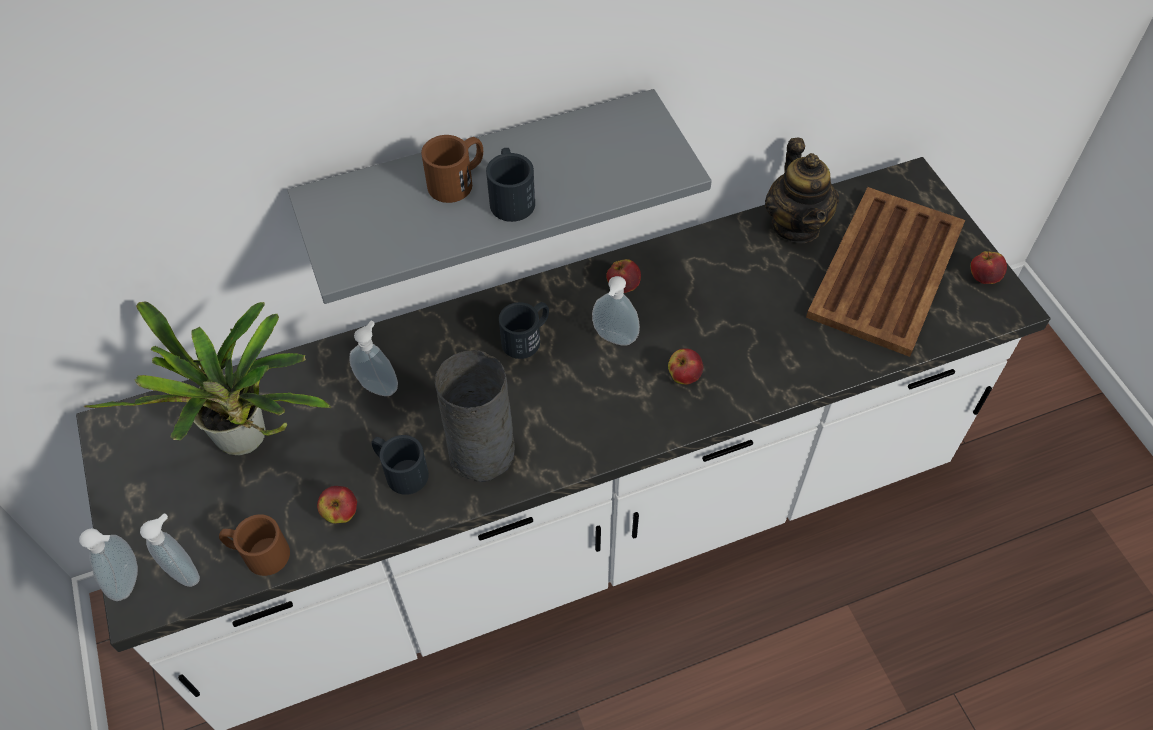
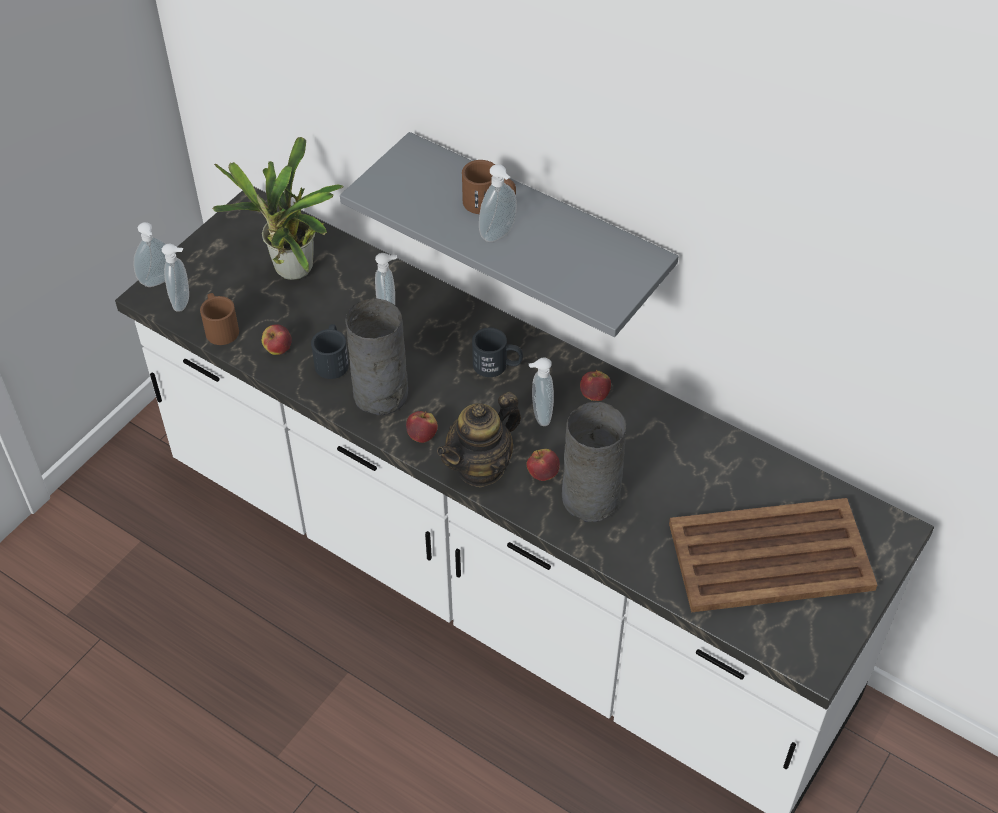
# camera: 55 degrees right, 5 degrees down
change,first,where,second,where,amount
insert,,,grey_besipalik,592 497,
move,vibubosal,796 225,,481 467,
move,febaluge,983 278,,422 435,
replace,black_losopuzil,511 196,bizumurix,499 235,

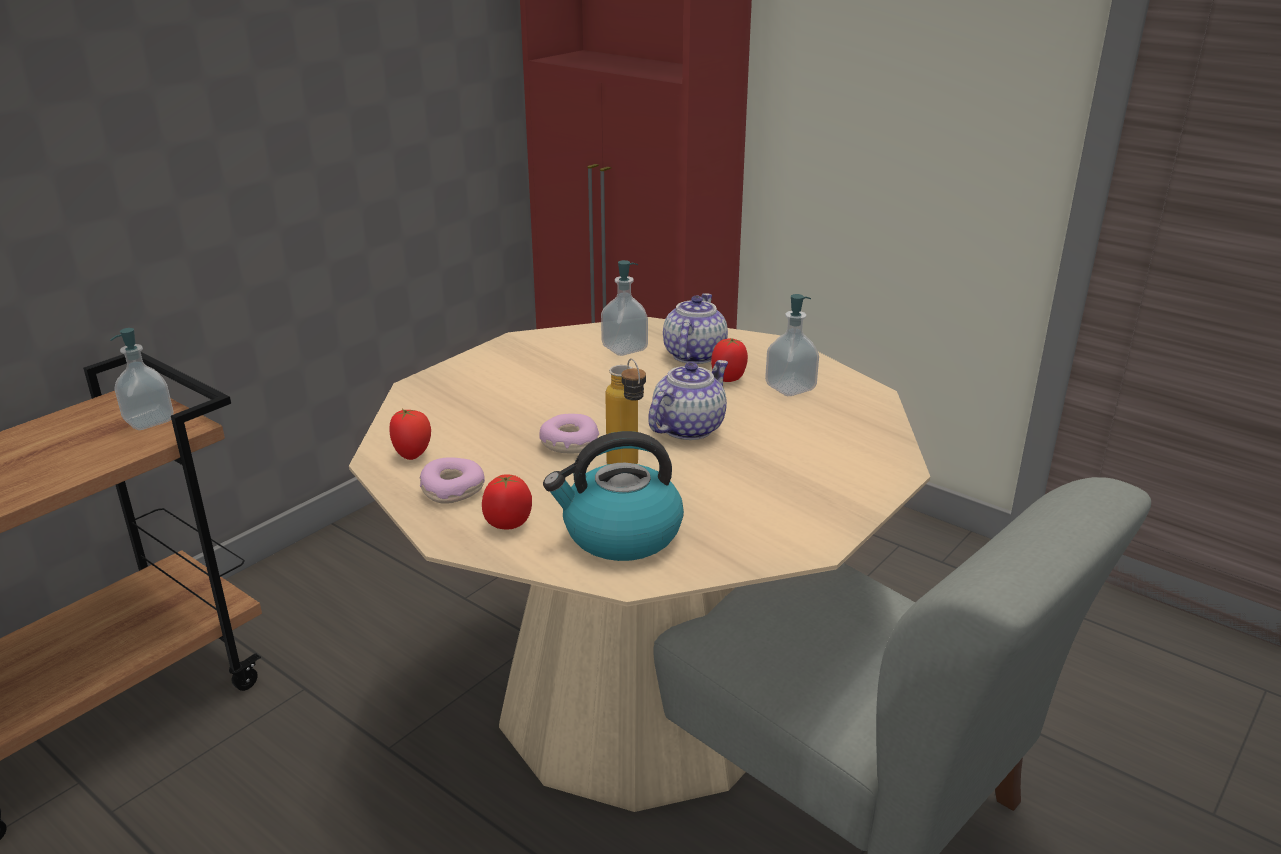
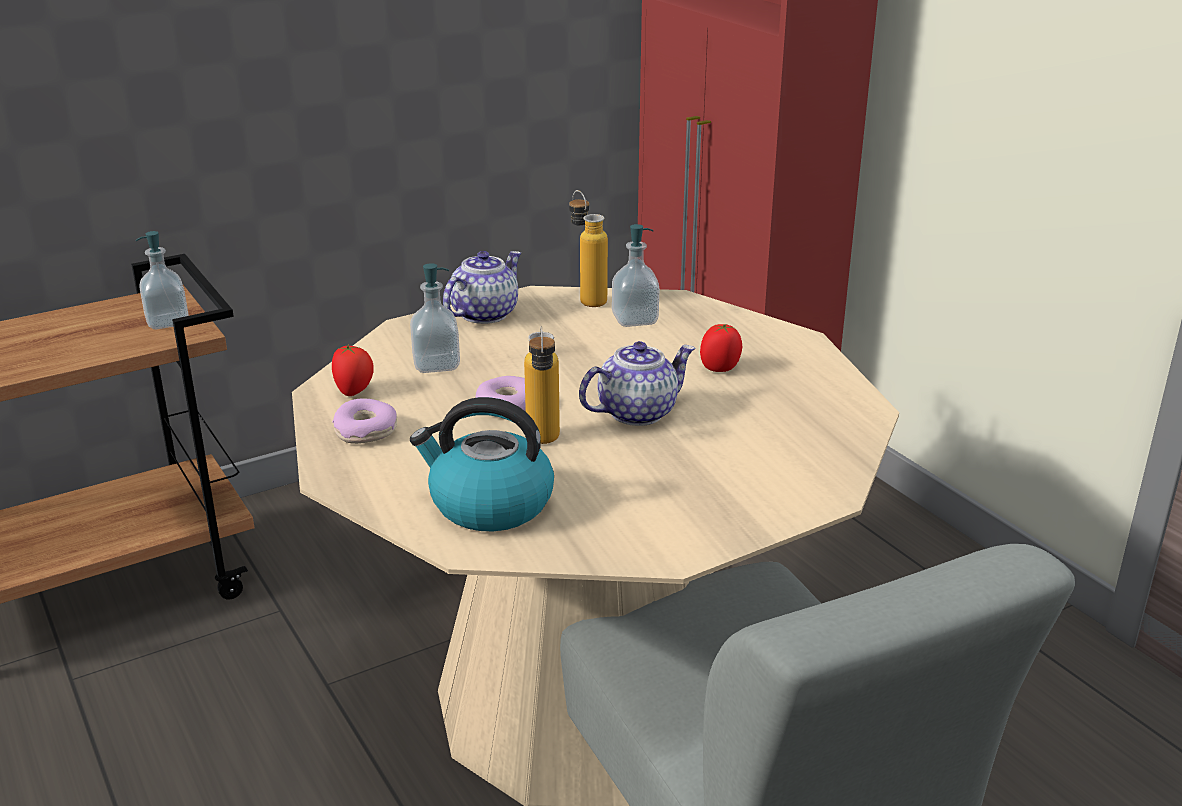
# camera: 20 degrees right, 0 degrees up
change,first,where,second,where,amount
delete,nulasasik,508 524,,,
insert,,,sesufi,587 299,
move,vibubosal,693 355,,484 314,
move,bizumurix,790 387,,436 364,

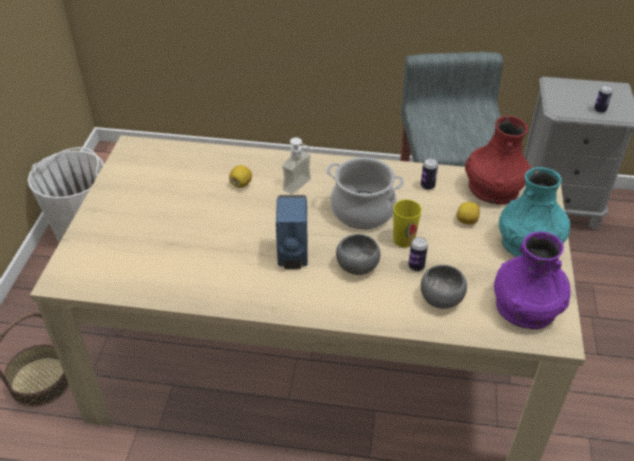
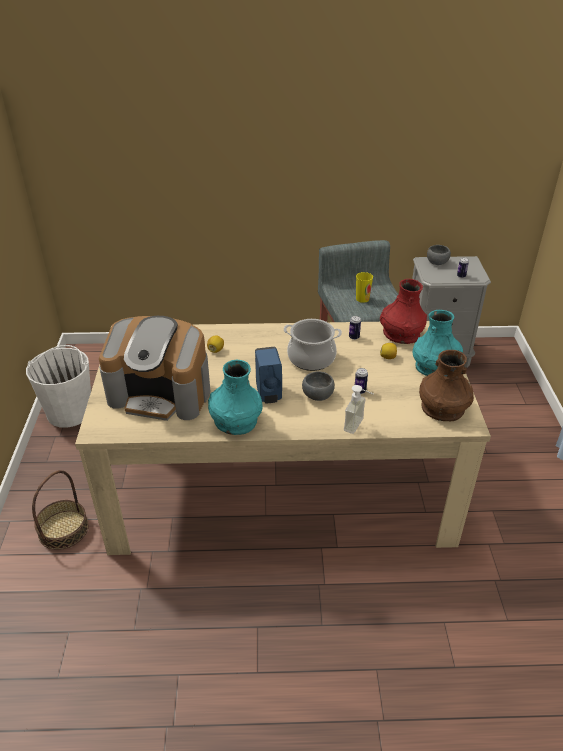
# camera: 10 degrees left, 5 degrees down
change,first,where,second,where,amount
insert,,,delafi,161 393,
insert,,,turquoise_besipalik,235 420,
move,bizumurix,302 187,,359 426,
move,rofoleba,403 239,,362 299,
move,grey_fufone,442 298,,437 262,
recolor,purple_besipalik,526 306,brown_besipalik,443 407,

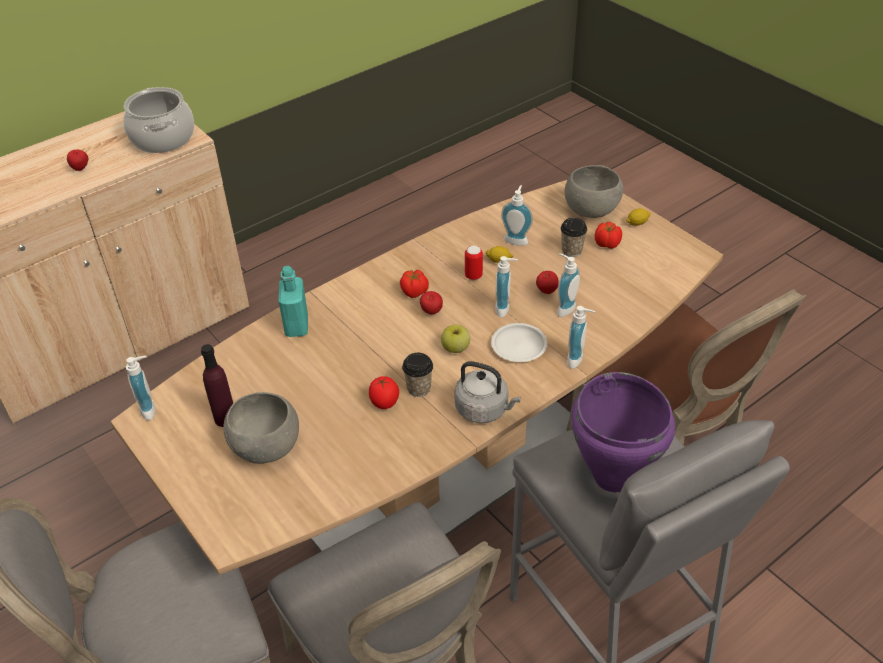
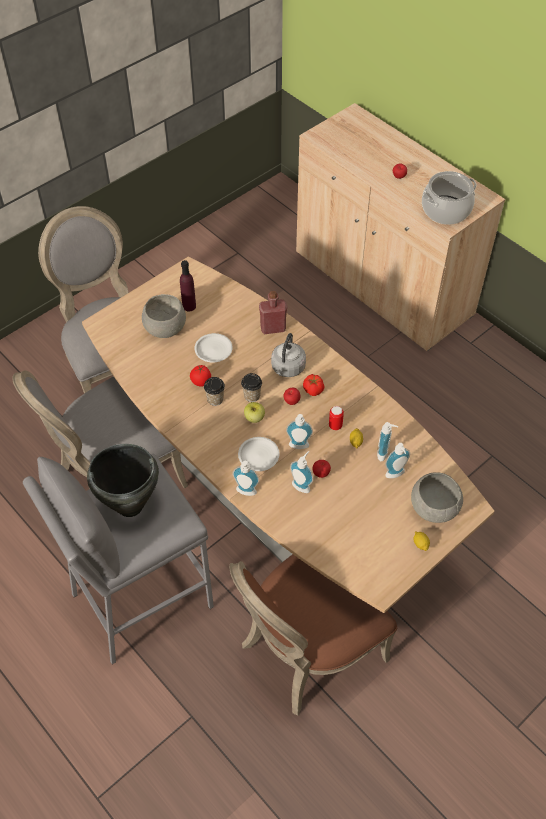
# camera: 85 degrees right, 10 degrees up
change,first,where,second,where,amount
delete,nulasasik,607 244,,,
insert,,,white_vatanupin,214 350,
move,bizumurix,151 409,,396 475,
move,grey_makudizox,484 409,,287 369,
move,rofoleba,571 250,,252 396,
recolor,turquoise_sesufi,296 326,red_sesufi,273 328,
recolor,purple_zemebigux,612 477,black_zemebigux,129 505,

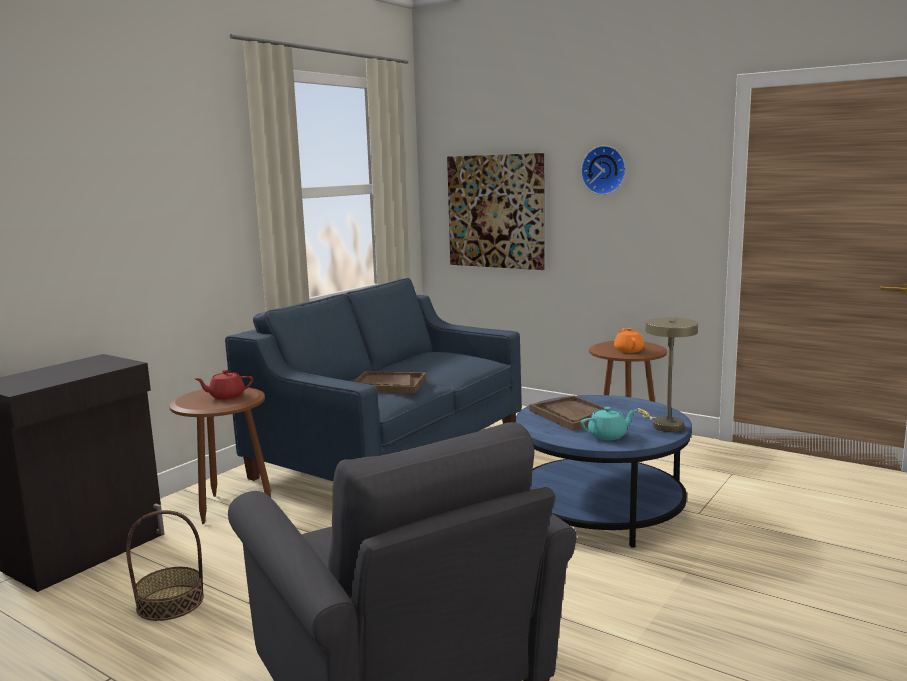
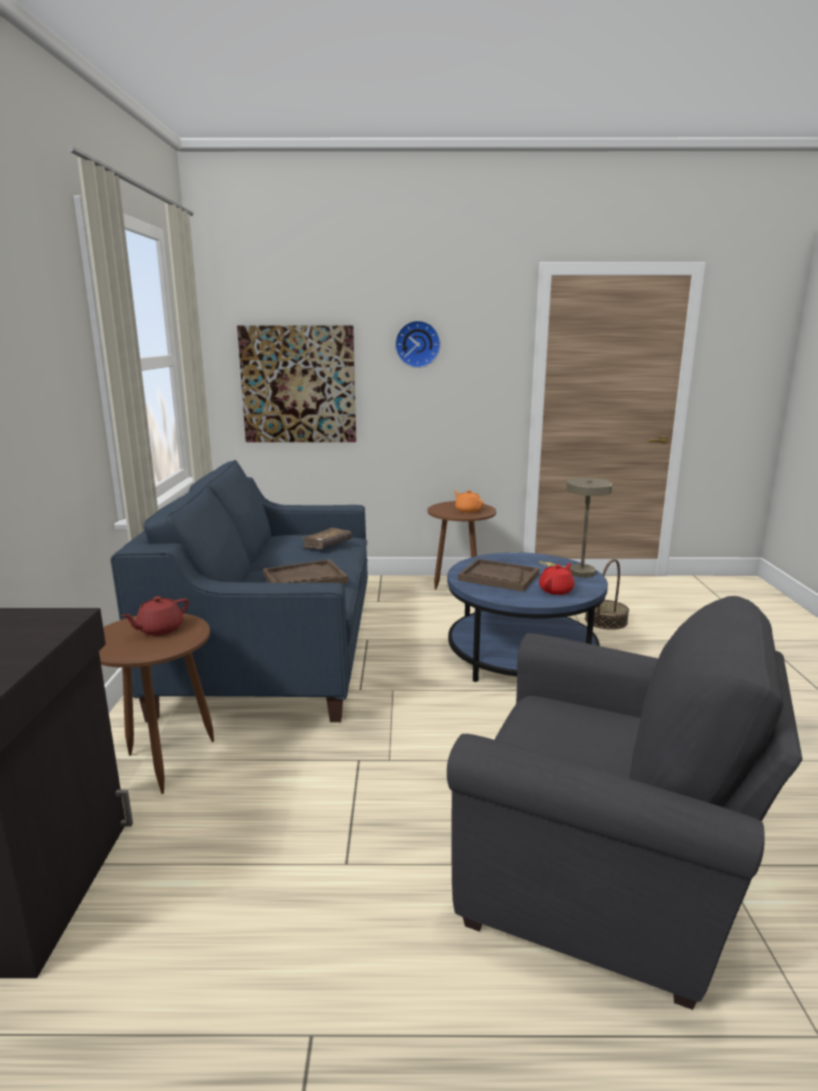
# camera: 35 degrees left, 5 degrees up
change,first,where,second,where,amount
insert,,,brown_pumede,327 545,
move,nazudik,170 602,,606 620,
recolor,turquoise_vibubosal,608 436,red_vibubosal,556 590,

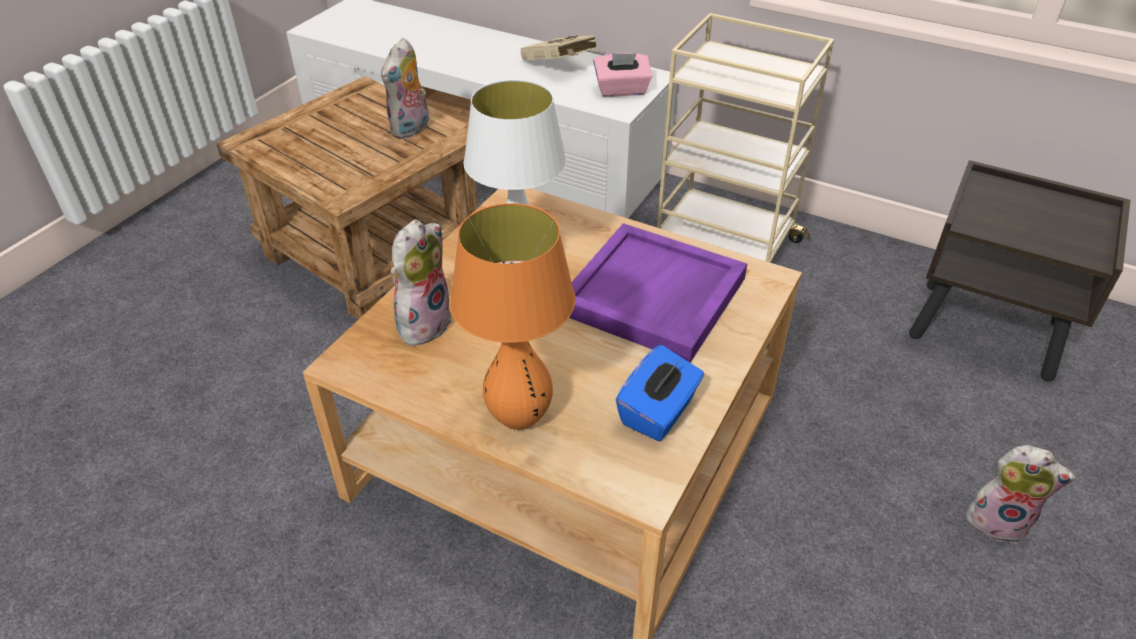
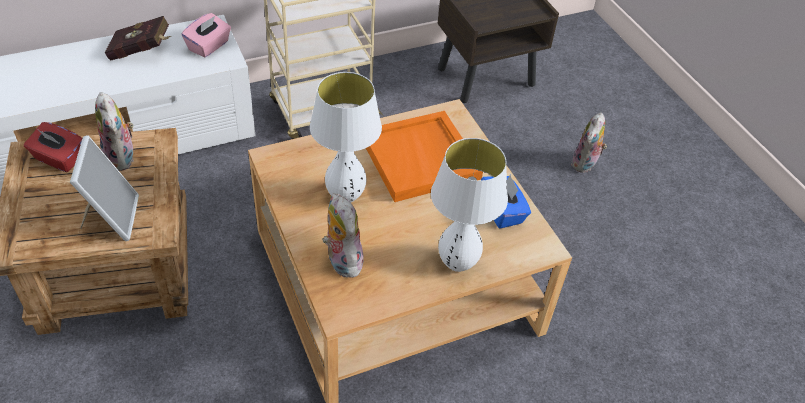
# camera: 55 degrees left, 5 degrees up
change,first,where,second,where,amount
insert,,,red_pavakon,59 159,
insert,,,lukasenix,111 218,
recolor,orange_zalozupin,518 418,white_zalozupin,457 264,
recolor,beige_pumede,559 68,red_pumede,143 52,
recolor,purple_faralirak,654 297,orange_faralirak,421 159,
rotate,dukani,999 521,,585 164,150 degrees clockwise

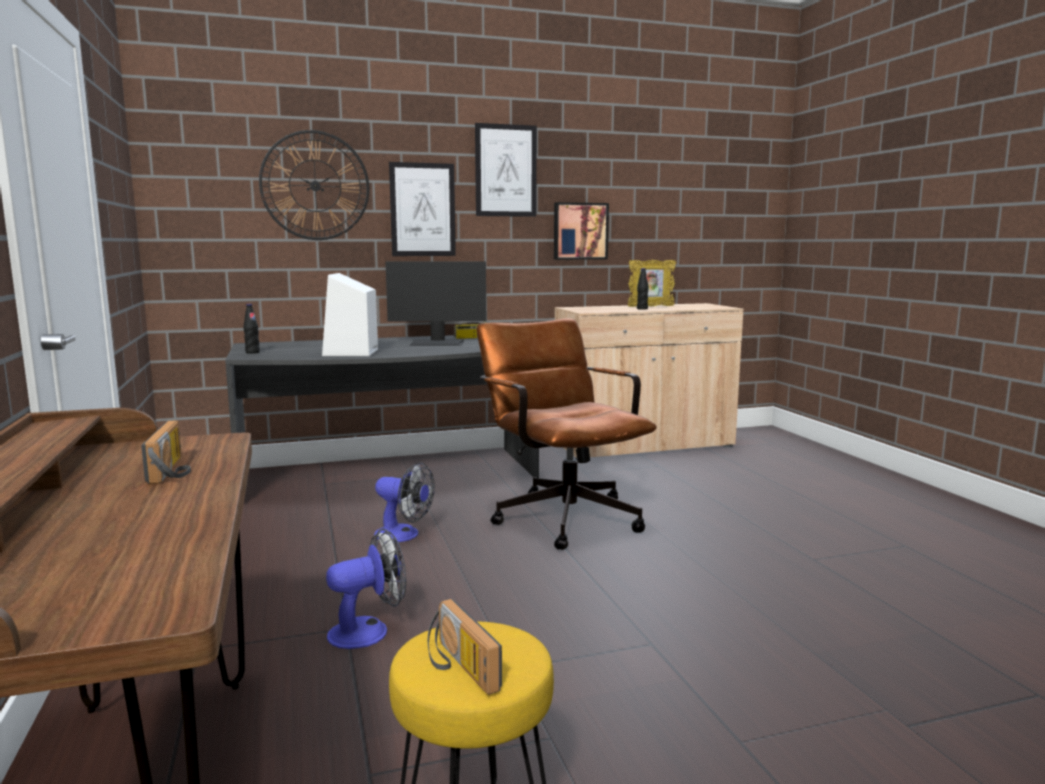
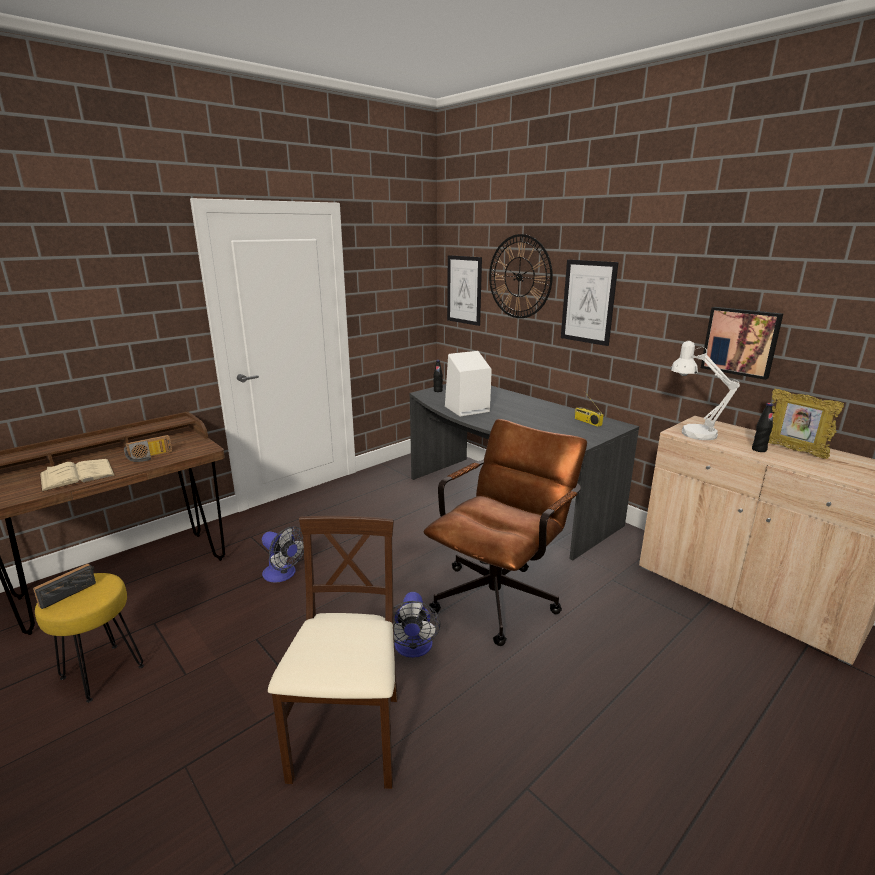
# camera: 65 degrees right, 10 degrees up
change,first,where,second,where,amount
delete,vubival,437 343,,,
insert,,,beige_pumede,77 475,
insert,,,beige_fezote,349 739,
insert,,,white_zalozupin,691 432,
move,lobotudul,404 535,,413 648,
move,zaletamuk,506 170,,464 290,

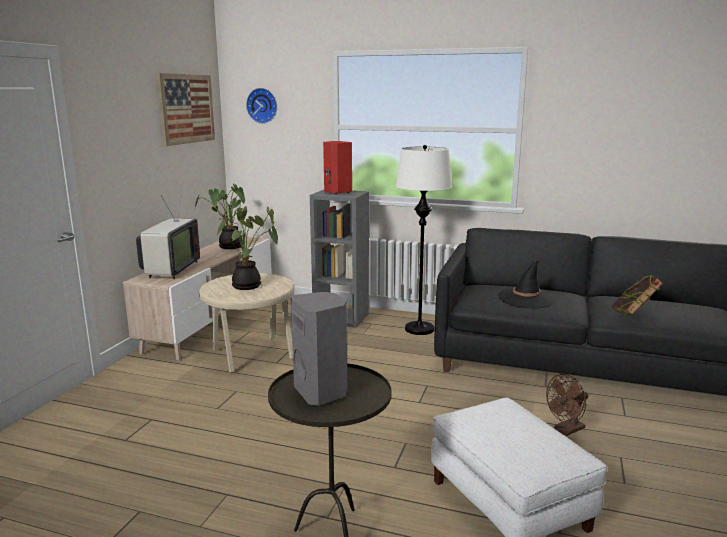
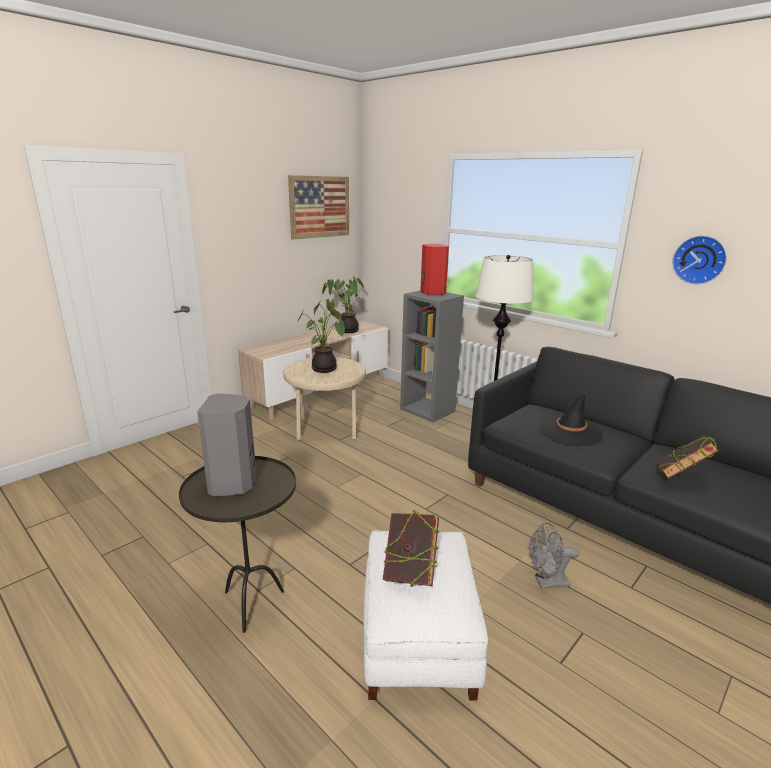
# camera: 25 degrees right, 5 degrees up
change,first,where,second,where,amount
delete,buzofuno,170 270,,,
insert,,,pumede,410 574,
move,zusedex,263 105,,699 259,
recolor,brown_lobotudul,566 430,grey_lobotudul,547 582,

